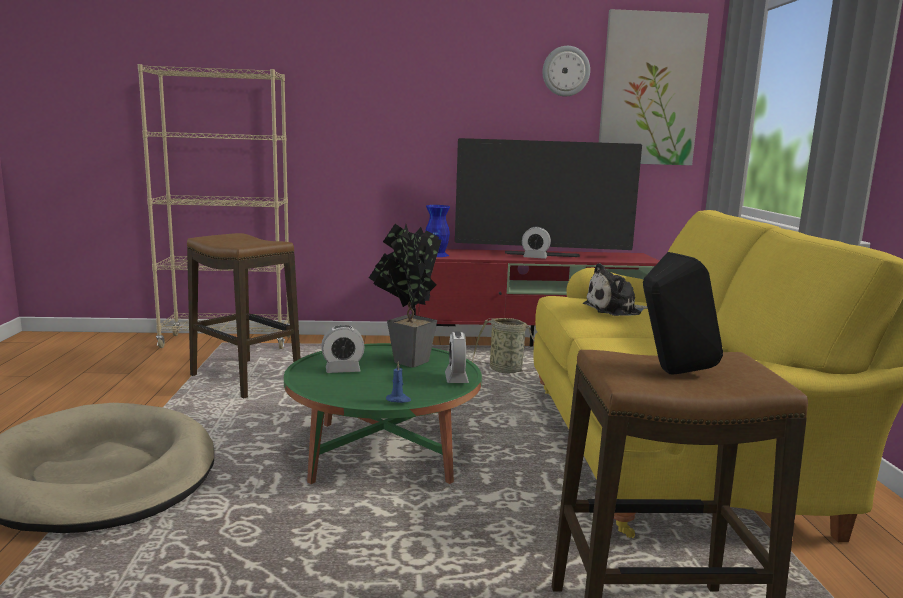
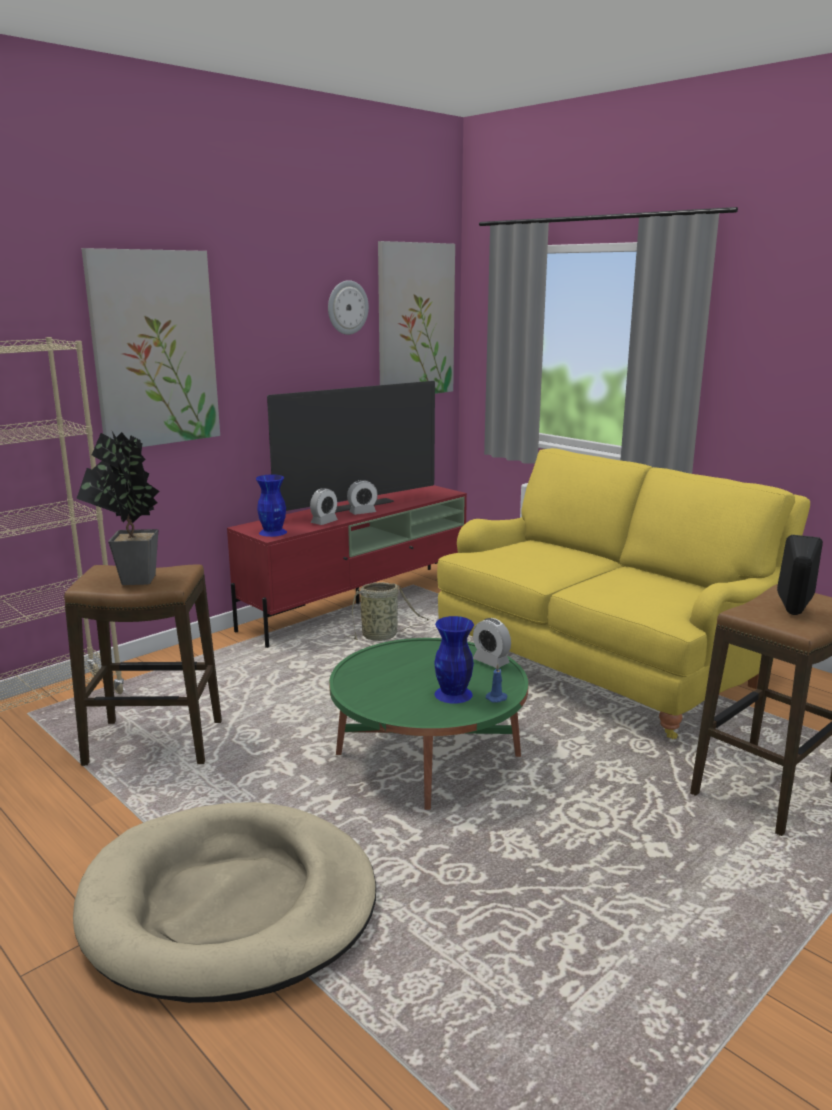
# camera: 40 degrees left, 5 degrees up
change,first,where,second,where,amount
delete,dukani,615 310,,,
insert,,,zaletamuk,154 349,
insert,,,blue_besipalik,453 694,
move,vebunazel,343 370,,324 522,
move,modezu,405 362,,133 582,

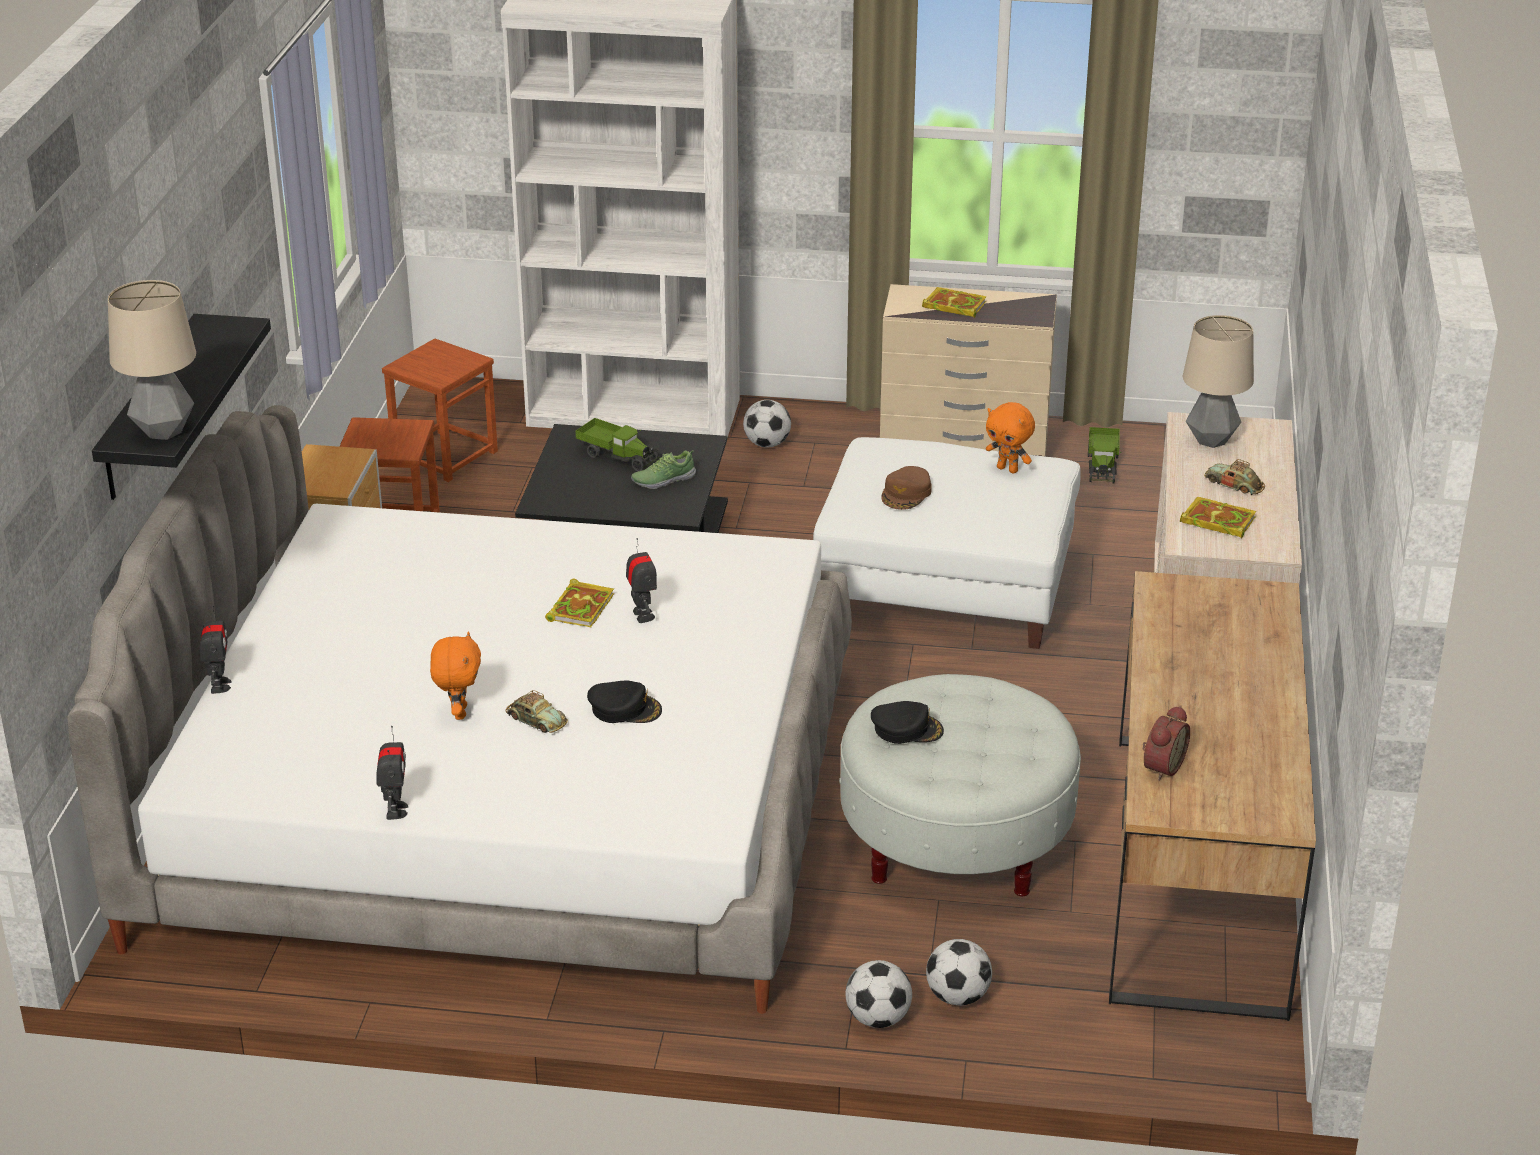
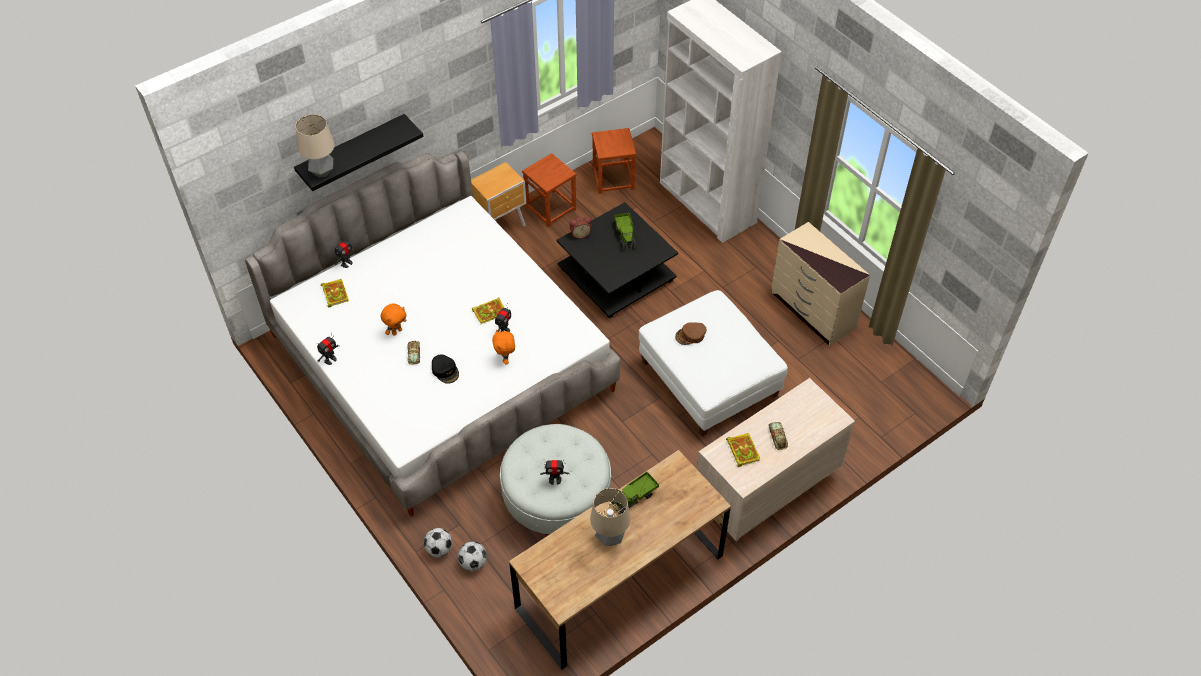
# camera: 45 degrees right, 20 degrees up
change,first,where,second,where,amount
delete,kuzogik,663 480,,,
delete,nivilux,767 444,,,
delete,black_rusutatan,906 729,,,
insert,,,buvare,555 480,
move,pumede,953 306,,334 293,
move,orange_dukani,1008 469,,505 359,
move,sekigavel,1102 465,,634 497,
move,vebunazel,1161 767,,580 233,
move,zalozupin,1210 440,,610 538,

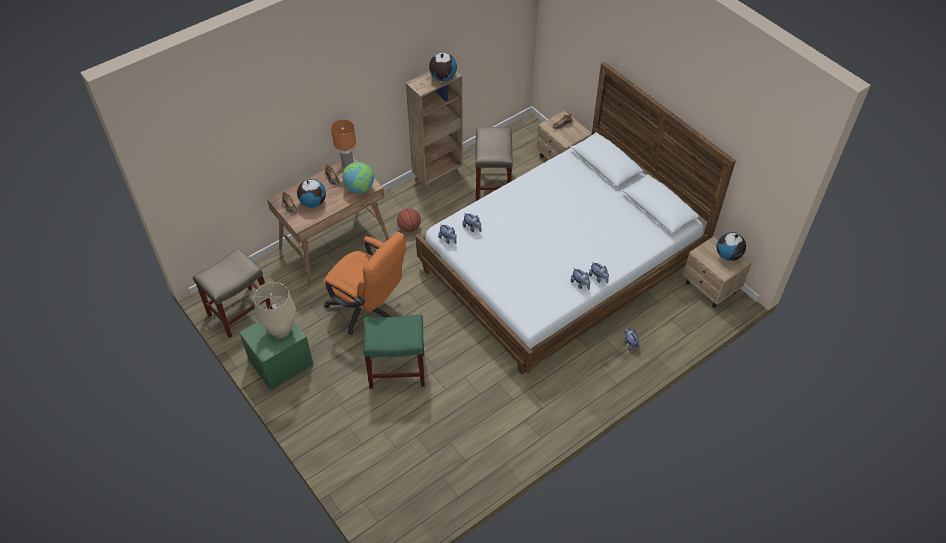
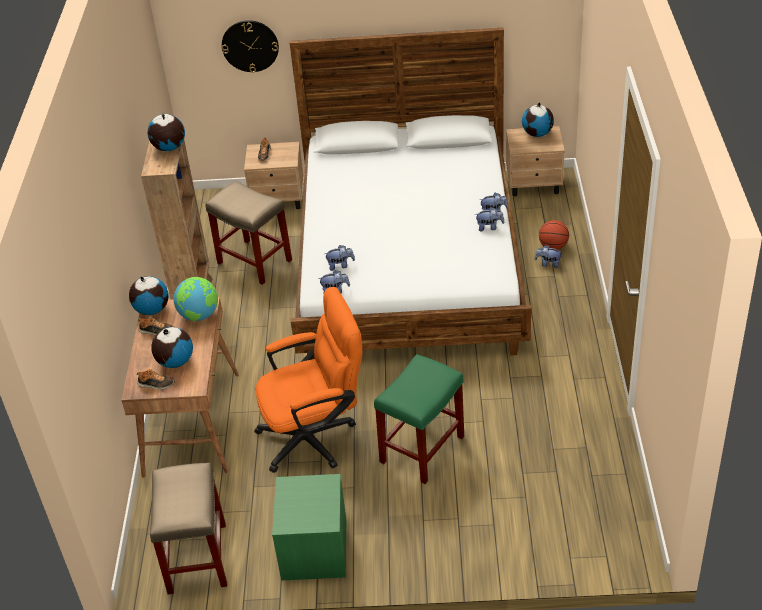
# camera: 50 degrees left, 10 degrees down
change,first,where,second,where,amount
delete,beige_zalozupin,280 330,,,
insert,,,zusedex,250 45,
move,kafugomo,409 228,,553 247,
replace,orange_zalozupin,348 164,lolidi,152 309,

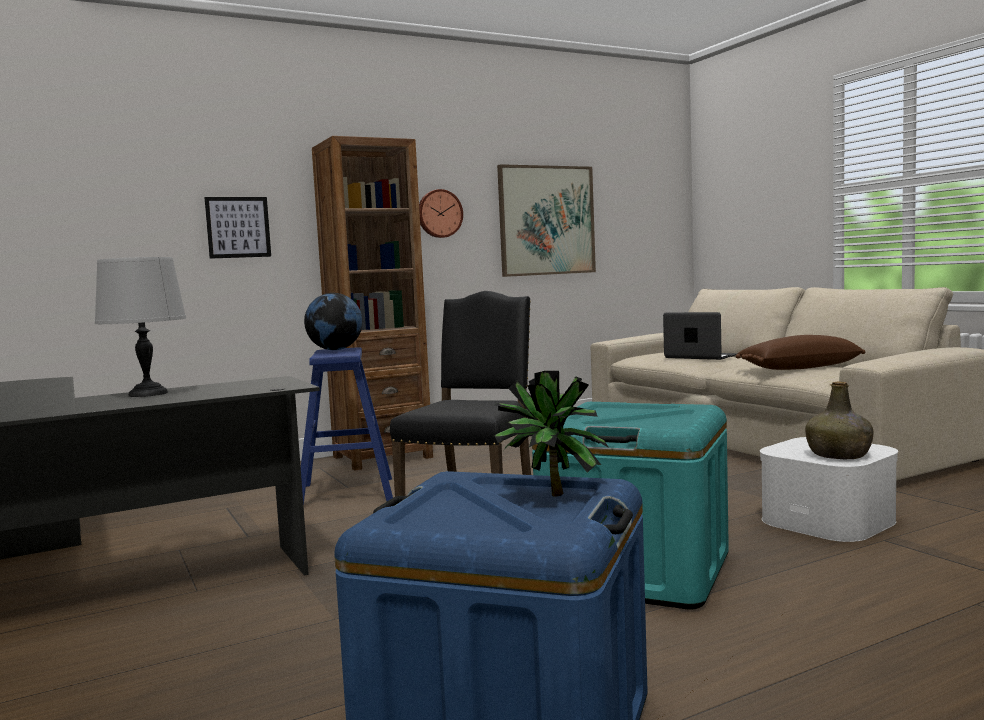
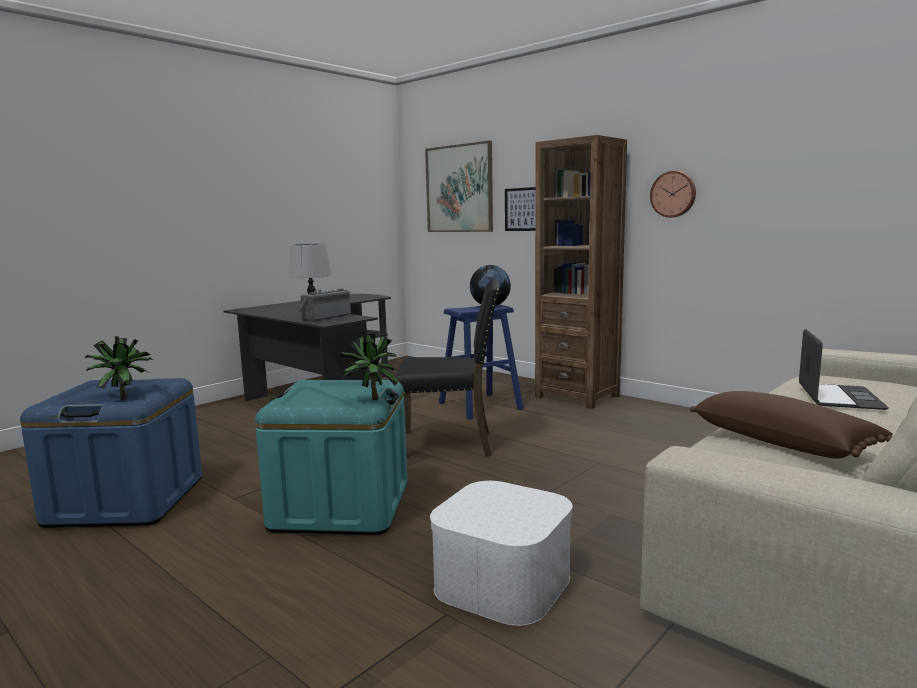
# camera: 70 degrees right, 5 degrees up
change,first,where,second,where,amount
delete,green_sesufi,839 455,,,
insert,,,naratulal,325 317,
insert,,,modezu,371 400,
move,zaletamuk,546 220,,459 189,

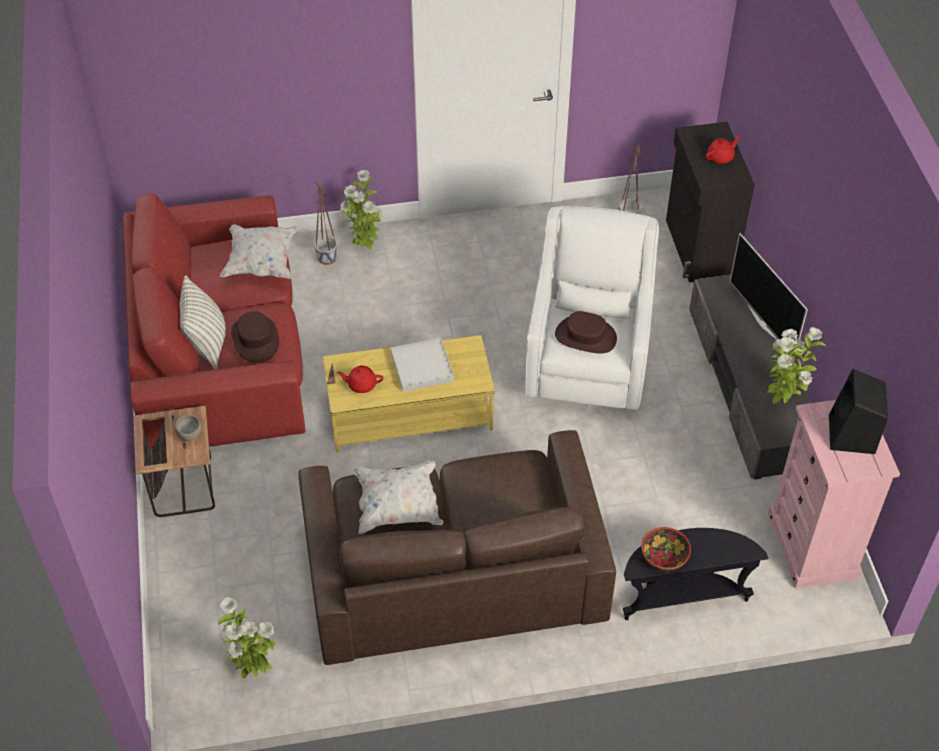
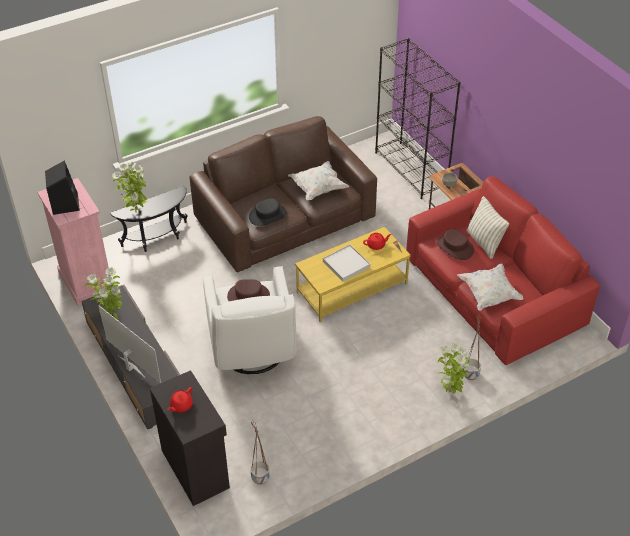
# camera: 160 degrees right, 5 degrees down
change,first,where,second,where,amount
delete,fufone,663 557,,,
insert,,,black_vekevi,267 215,
insert,,,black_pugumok,411 170,
move,modezu,253 670,,136 212,

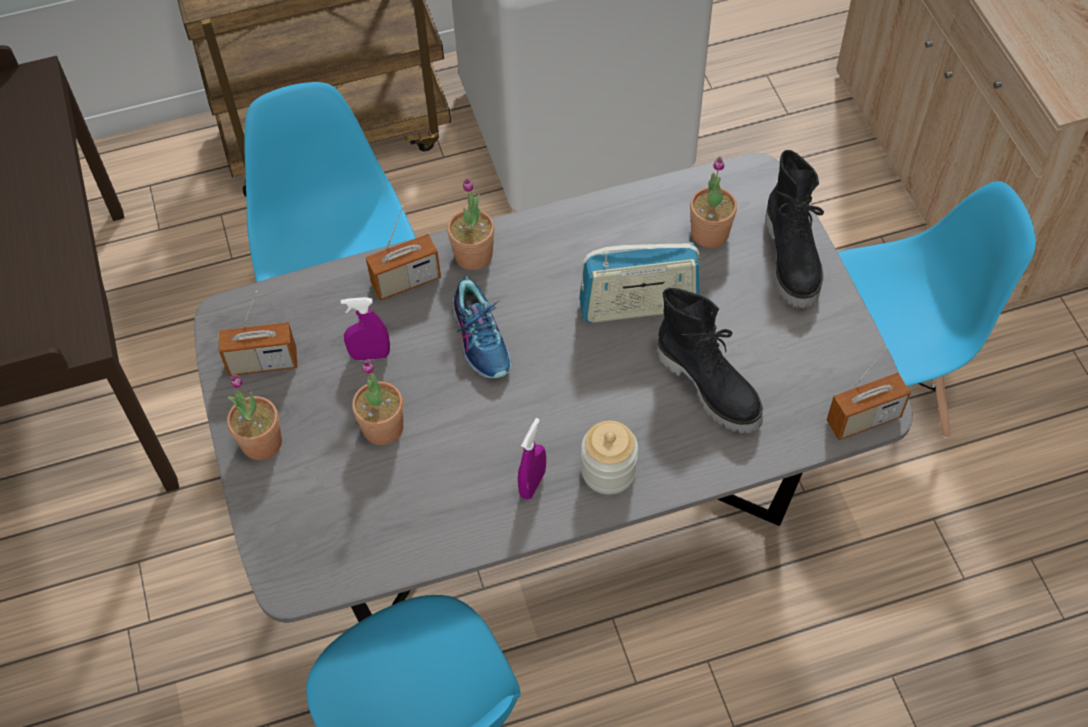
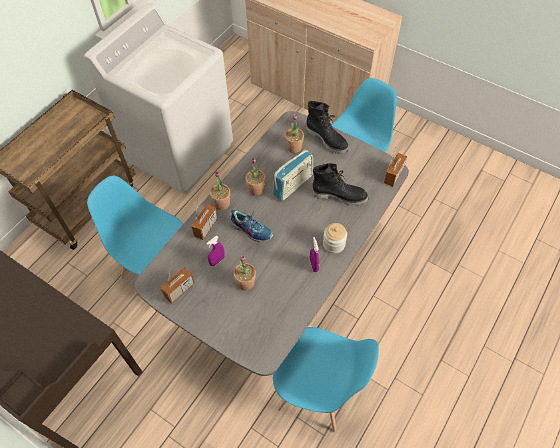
# camera: 40 degrees left, 0 degrees up
change,first,where,second,where,amount
move,modezu,261 442,,256 189,

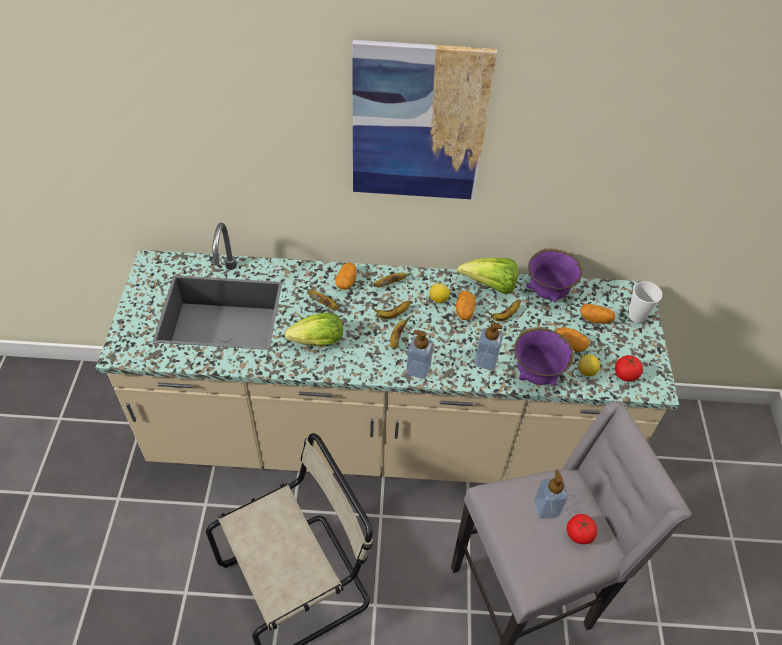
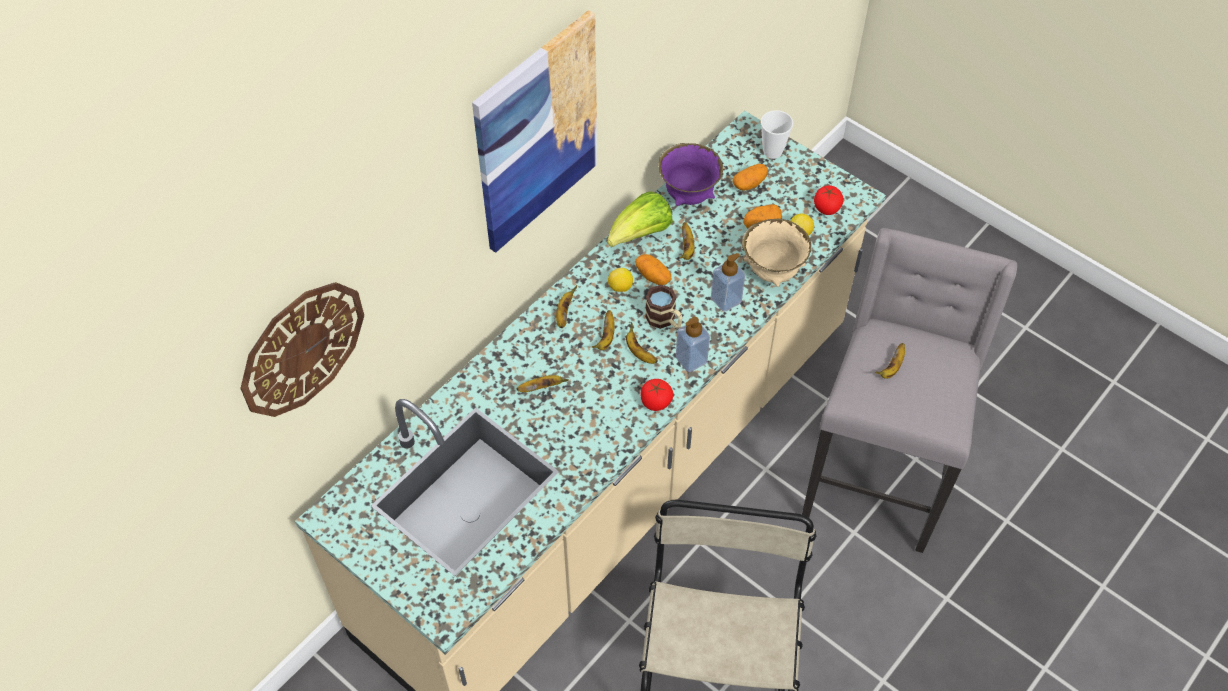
# camera: 50 degrees left, 5 degrees up
change,first,where,second,where,amount
delete,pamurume,314 342,,,
delete,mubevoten,346 282,,,
insert,,,zusedex,302 348,
insert,,,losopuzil,664 320,
move,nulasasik,578 534,,656 402,
replace,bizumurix,546 508,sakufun,892 367,
recolor,purple_fufone,536 374,beige_fufone,772 272,

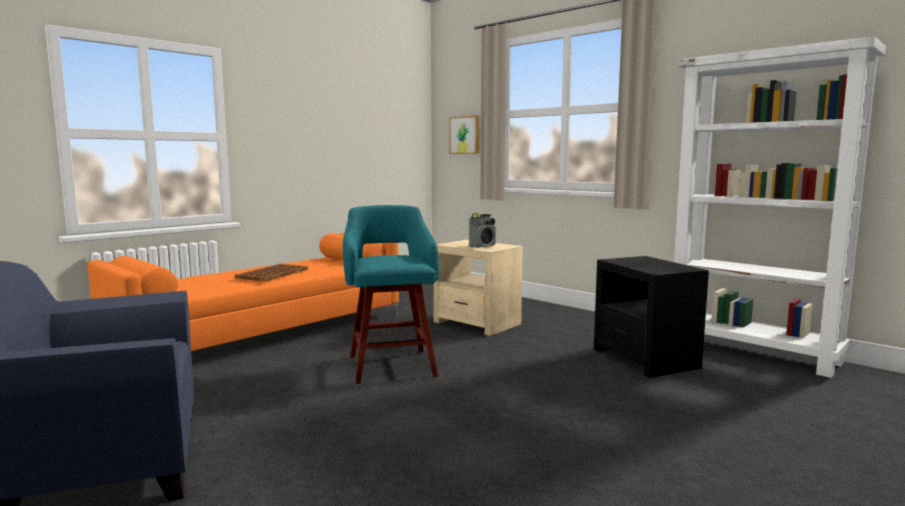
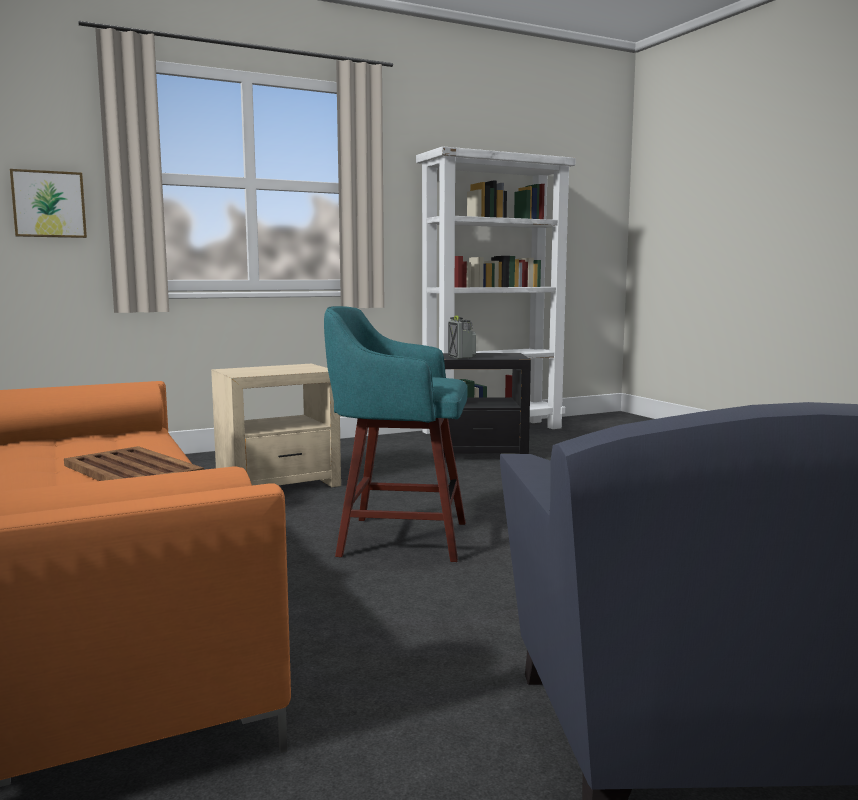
# camera: 70 degrees left, 0 degrees up
change,first,where,second,where,amount
move,naratulal,482 246,,461 357,

